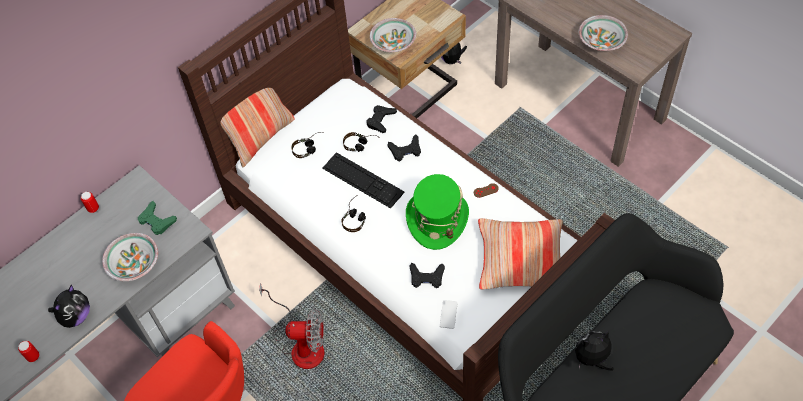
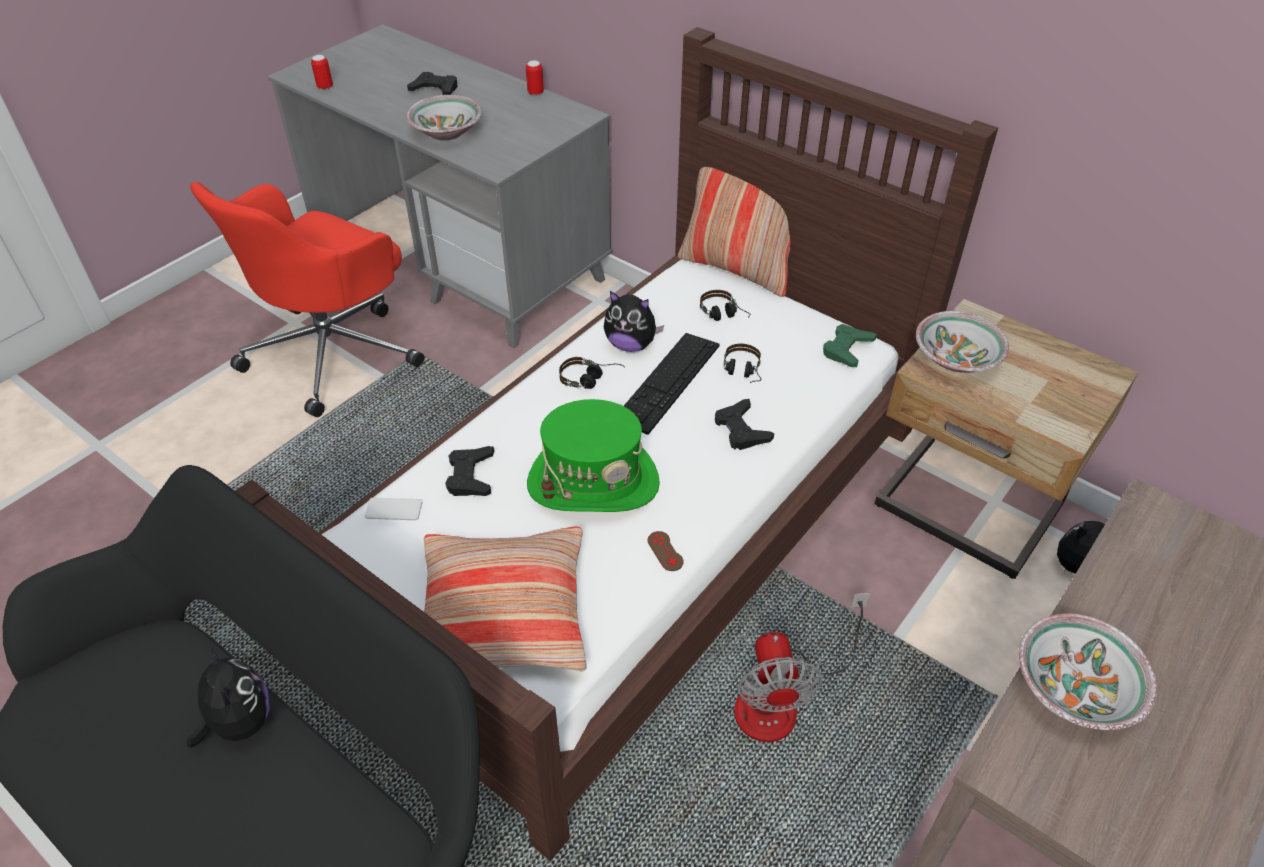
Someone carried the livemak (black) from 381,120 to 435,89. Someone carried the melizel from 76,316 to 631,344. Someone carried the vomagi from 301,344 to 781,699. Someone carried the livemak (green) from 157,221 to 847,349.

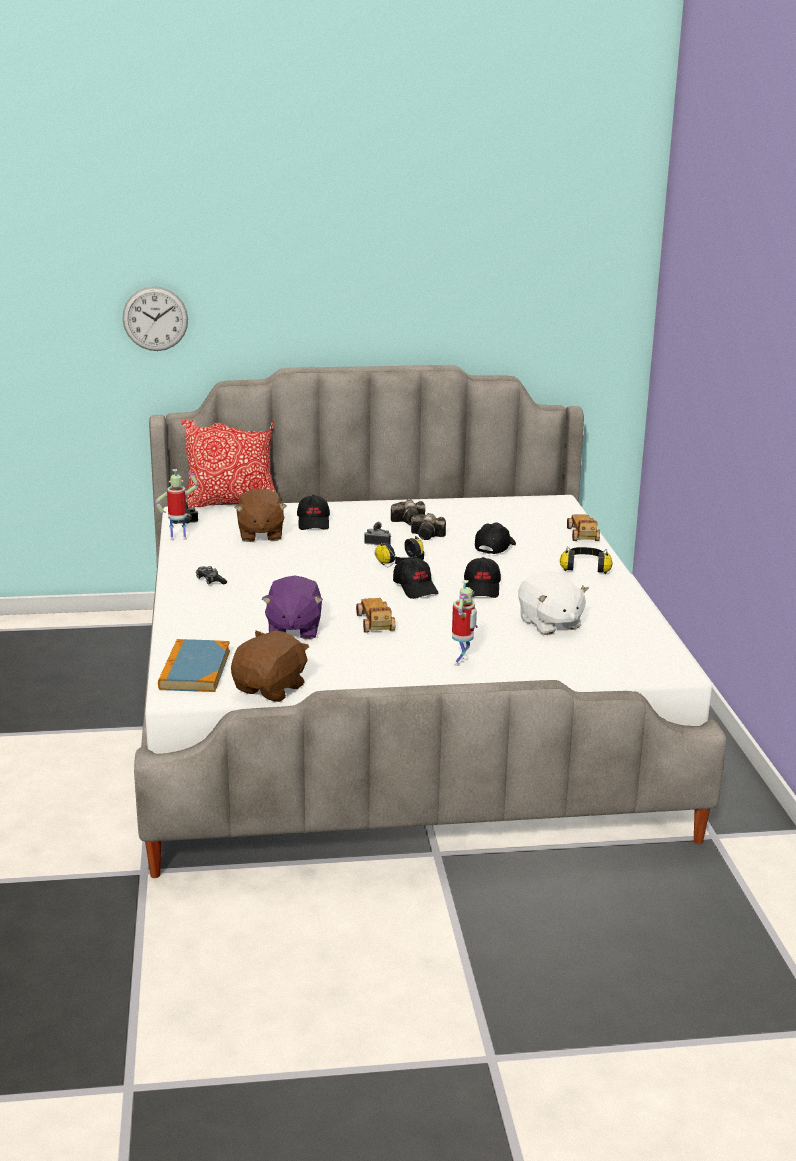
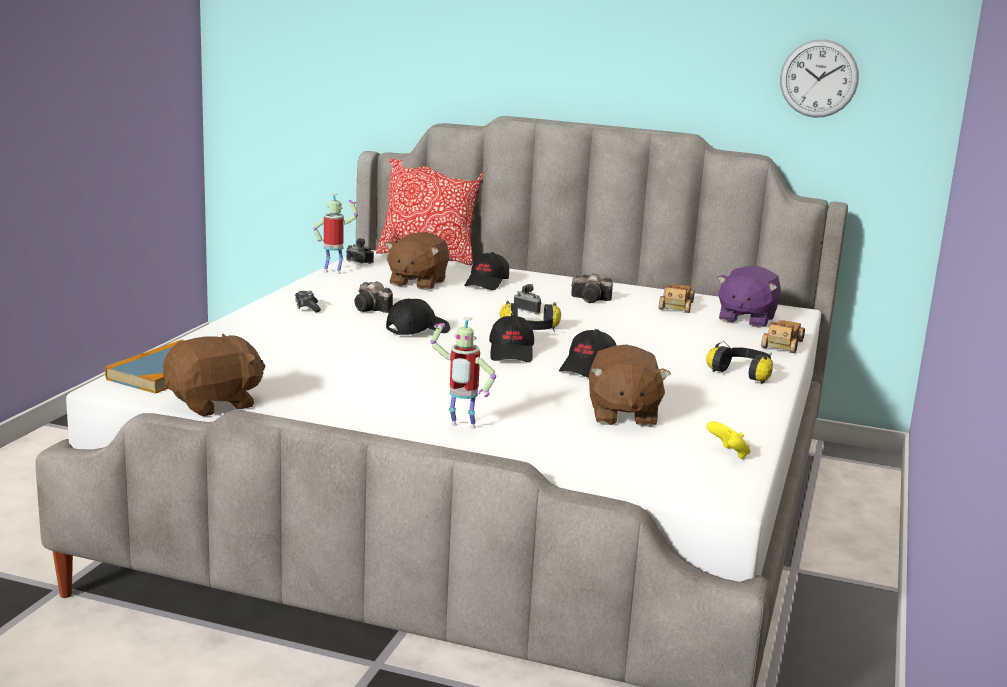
Someone carried the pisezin from 428,536 to 372,309. Someone carried the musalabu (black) from 494,547 to 417,330. Someone rotated the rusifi at 462,662 by 60 degrees clockwise. Someone repainted the melizel (white) at 549,624, which became the melizel (brown) at 622,415. Someone carried the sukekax from 375,623 to 676,306. Someone put down the livemak (yellow) at 728,454. Someone carried the melizel (purple) from 293,630 to 746,319. Someone carried the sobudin from 155,318 to 819,78.

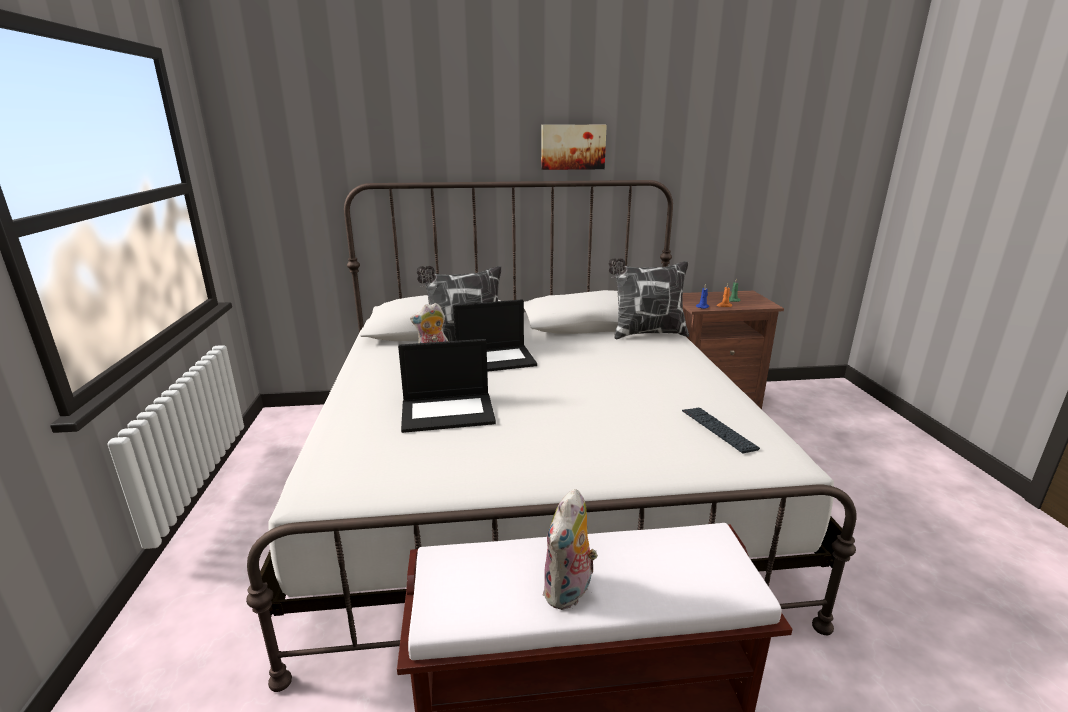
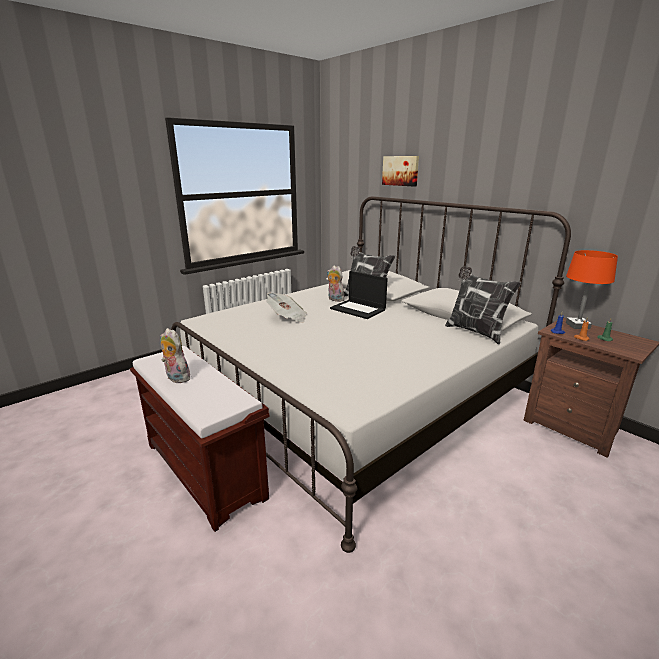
Someone rotated the melizel at 569,592 by 45 degrees clockwise. Someone swapped the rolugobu at 449,412 for the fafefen at 287,318. Someone carried the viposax from 572,147 to 401,170. Someone put down the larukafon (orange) at 577,326. Someone took away the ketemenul at 718,430.

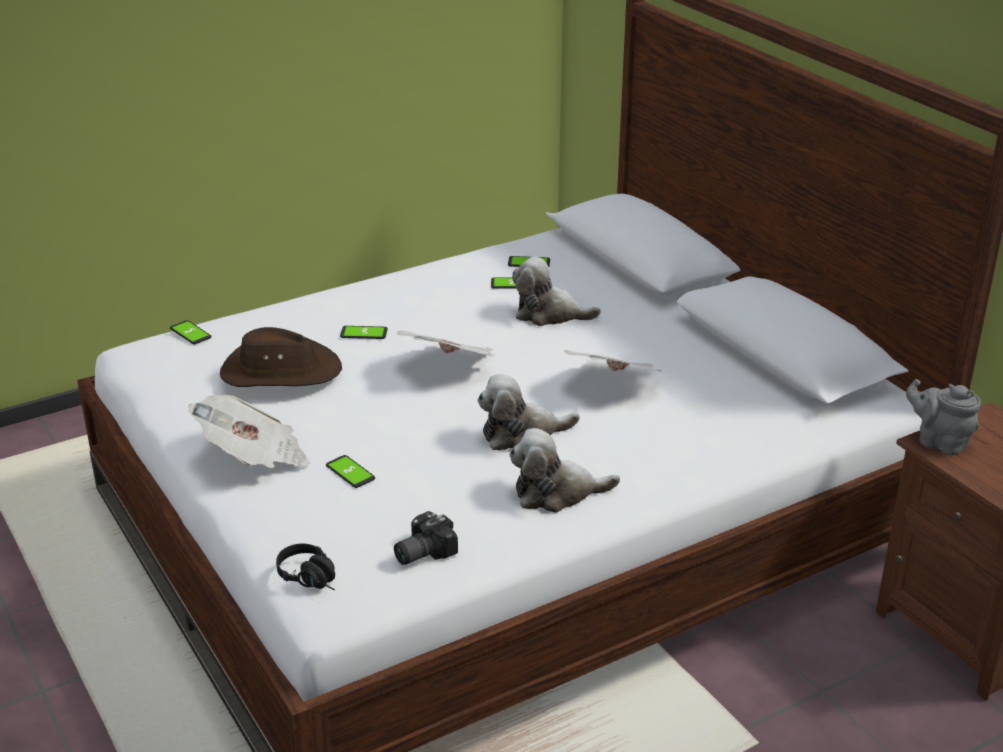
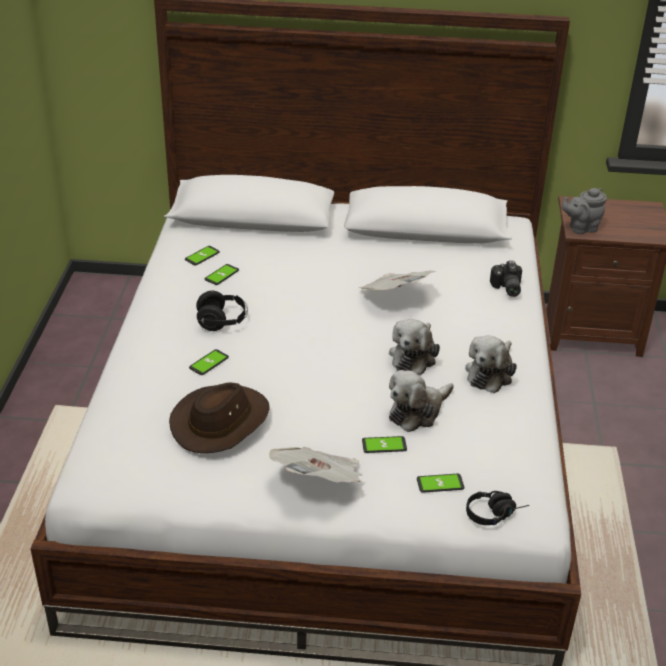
Someone put down the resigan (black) at 222,322. Someone carried the melizel from 549,314 to 417,411. Someone carried the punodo from 190,333 to 440,484. Someone carried the pisezin from 421,552 to 506,288. Someone took away the fafefen at 451,367.

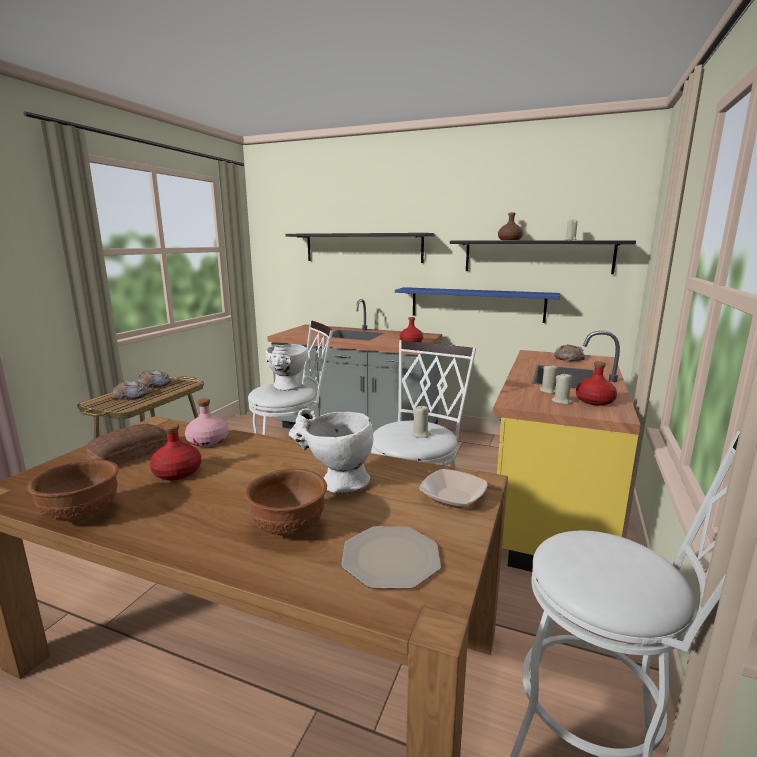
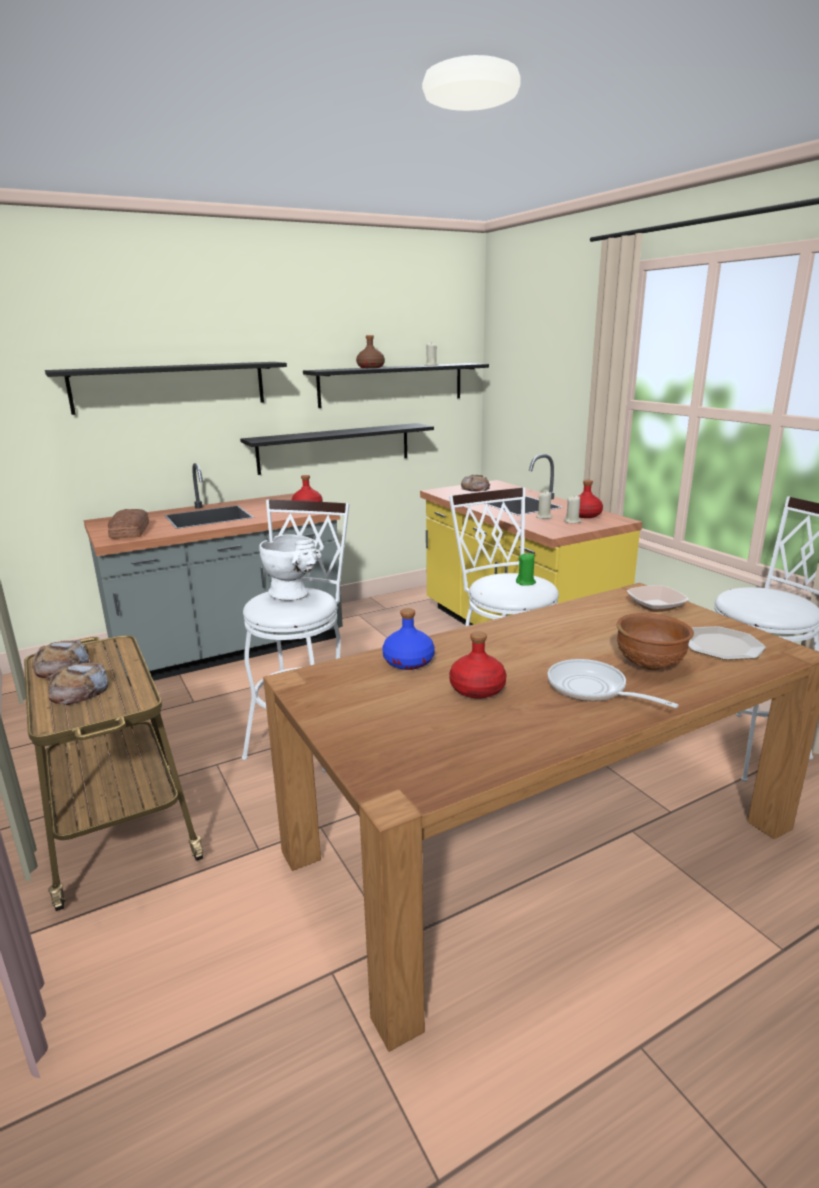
Someone carried the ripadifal from 129,454 to 129,531. Someone repainted the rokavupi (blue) at 476,304, which became the rokavupi (black) at 335,448. Someone repainted the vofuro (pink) at 207,441, which became the vofuro (blue) at 409,662. Someone repainted the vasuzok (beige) at 420,434, which became the vasuzok (green) at 526,582. Someone put down the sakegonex at 592,689. Someone took away the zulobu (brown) at 83,515. Someone took away the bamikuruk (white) at 335,484.

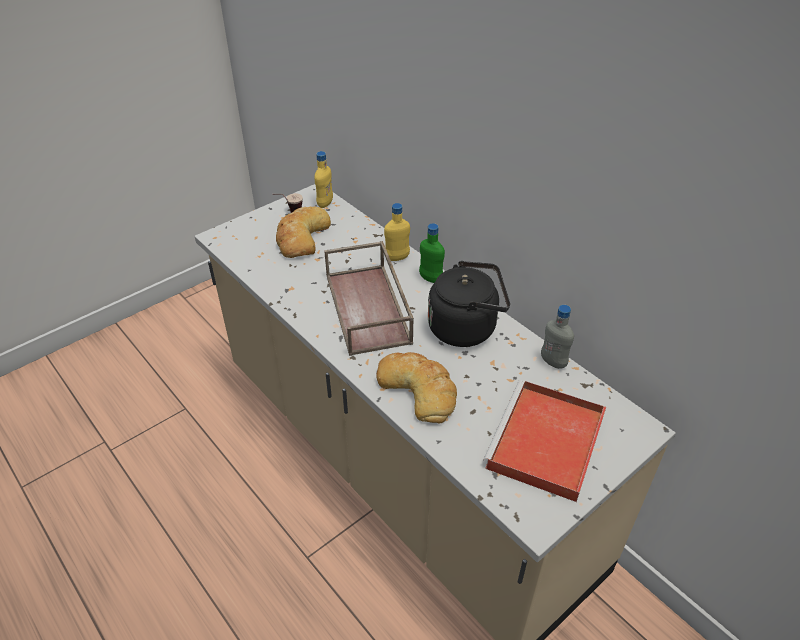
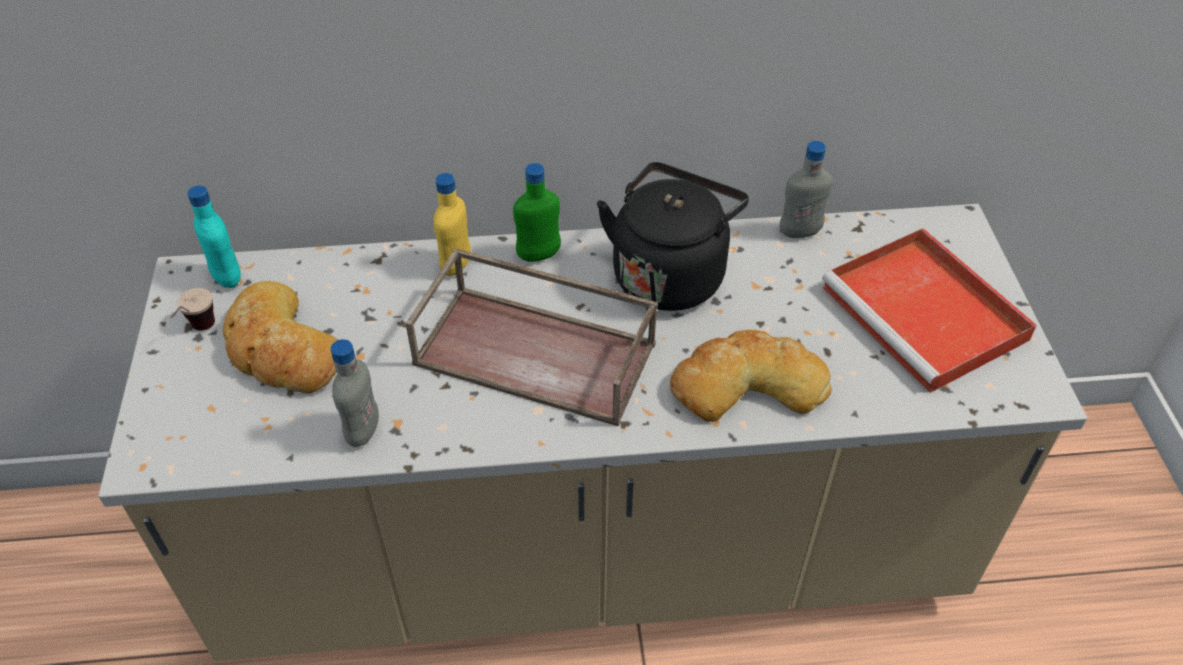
Someone repainted the vofuro (yellow) at 325,203, which became the vofuro (turquoise) at 227,277. Someone put down the vofuro (grey) at 363,431.

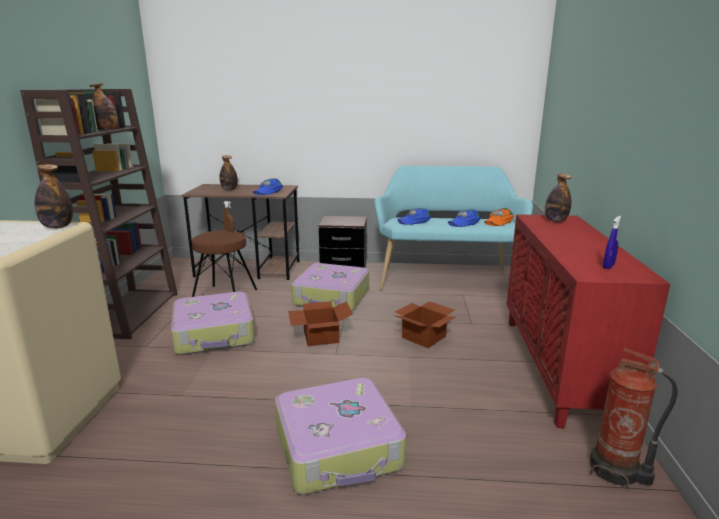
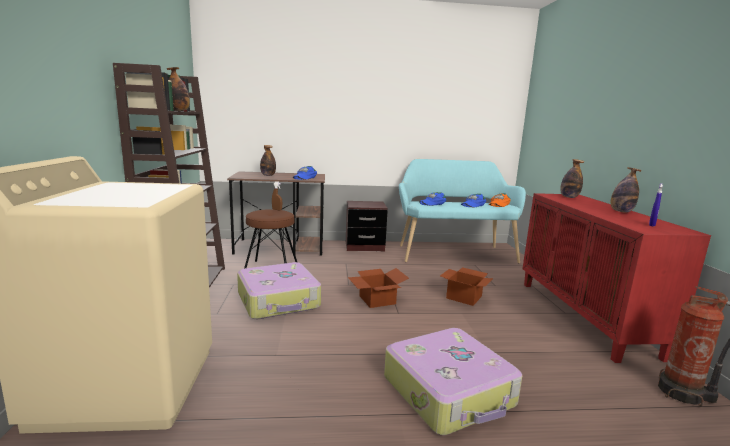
Someone carried the vofuro from 57,227 to 621,211. Someone took away the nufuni at 332,298.

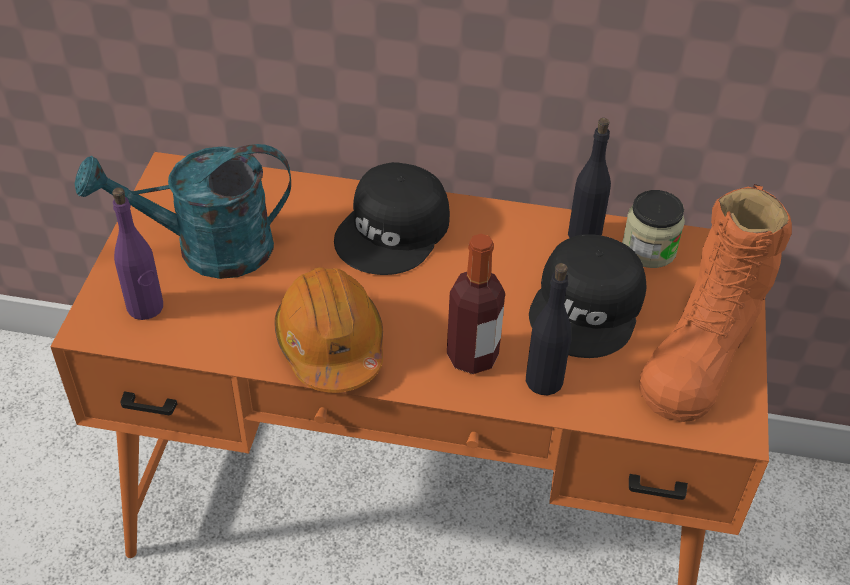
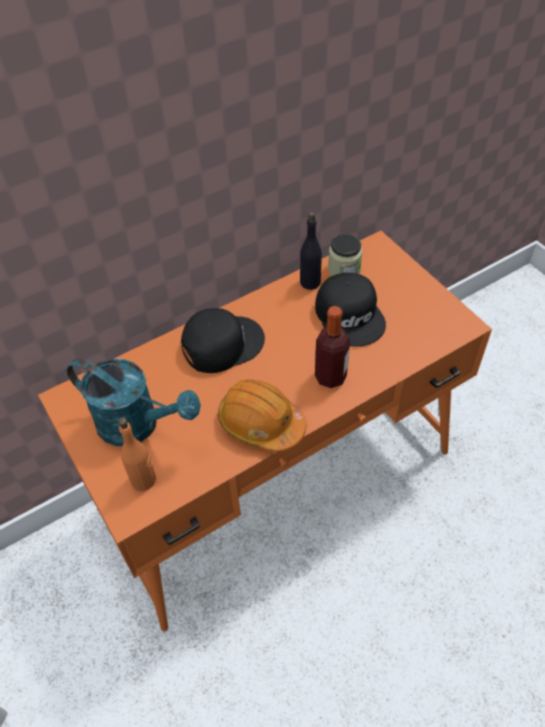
Someone rotated the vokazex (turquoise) at 207,249 by 105 degrees counterclockwise. Someone repainted the vofuro (purple) at 145,307, which became the vofuro (orange) at 144,480. Someone rotated the musalabu (black) at 394,230 by 105 degrees counterclockwise. Someone took away the vofuro (black) at 544,380. Someone took away the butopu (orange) at 701,350.

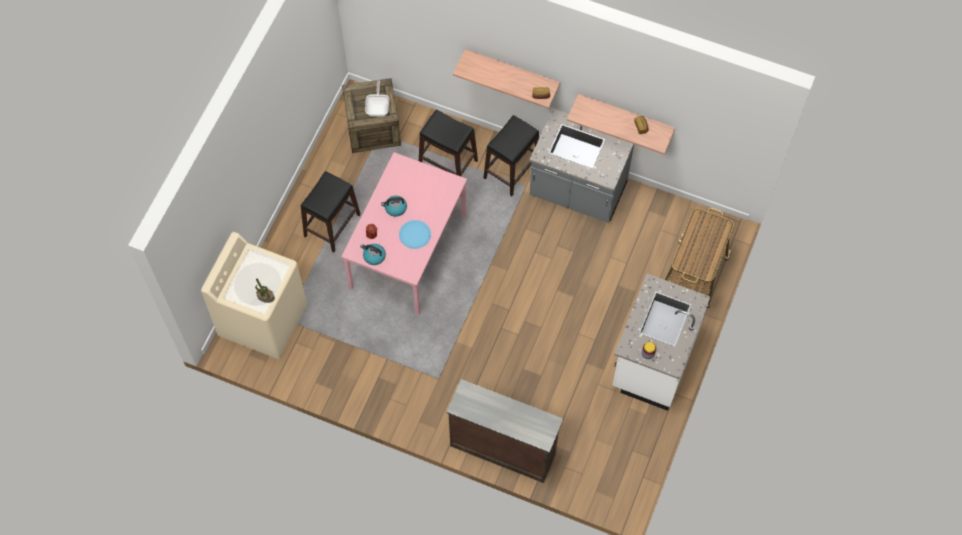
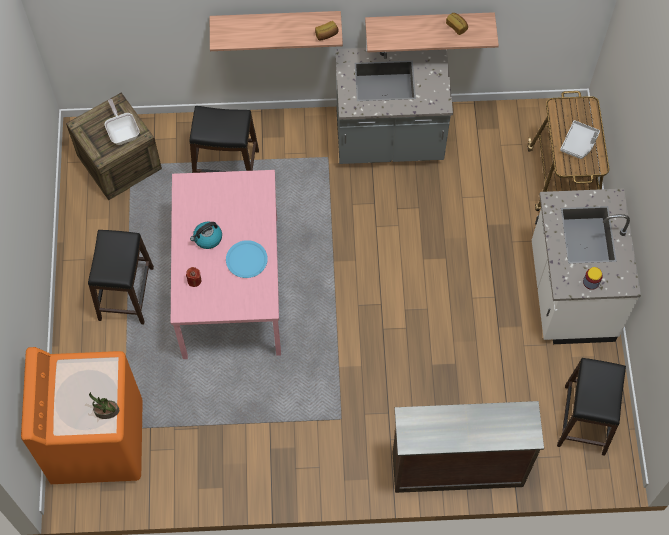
Someone repainted the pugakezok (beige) at 263,320, which became the pugakezok (orange) at 97,441. Someone carried the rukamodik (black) from 512,170 to 585,419. Someone put down the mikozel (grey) at 579,143. Someone took away the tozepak at 374,256.

